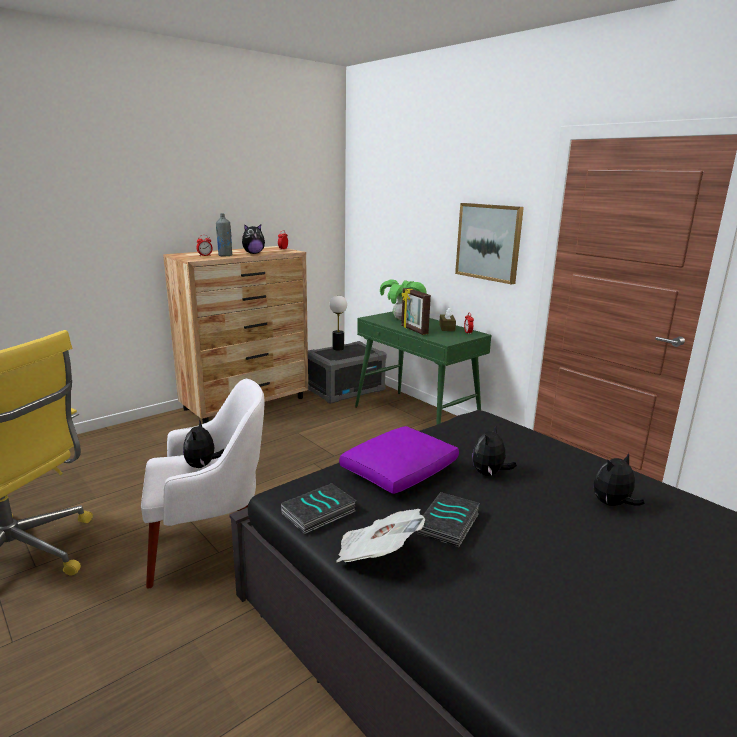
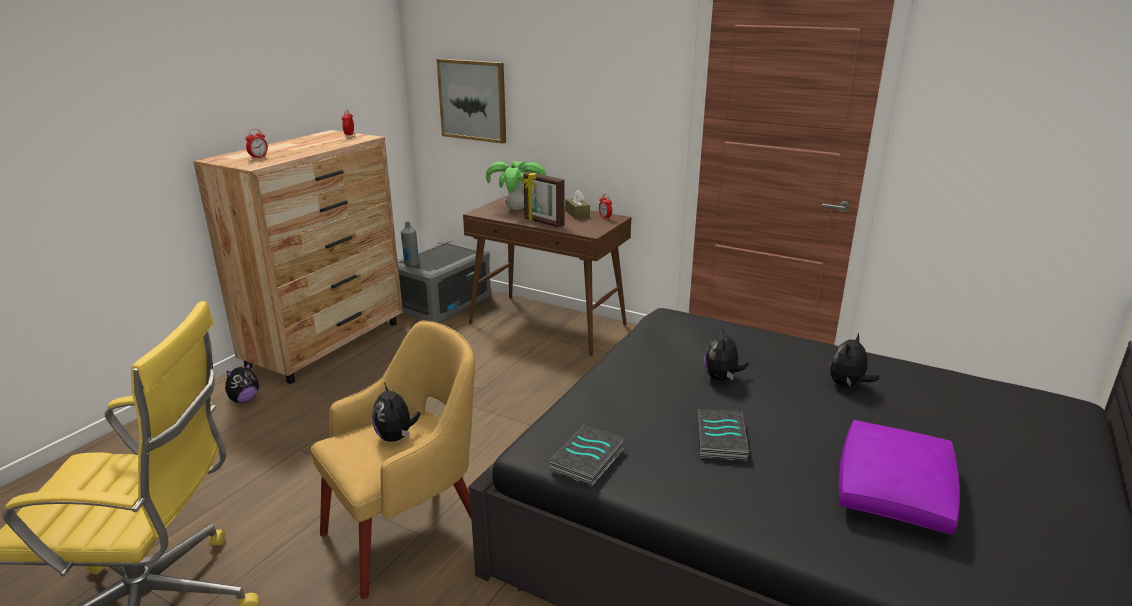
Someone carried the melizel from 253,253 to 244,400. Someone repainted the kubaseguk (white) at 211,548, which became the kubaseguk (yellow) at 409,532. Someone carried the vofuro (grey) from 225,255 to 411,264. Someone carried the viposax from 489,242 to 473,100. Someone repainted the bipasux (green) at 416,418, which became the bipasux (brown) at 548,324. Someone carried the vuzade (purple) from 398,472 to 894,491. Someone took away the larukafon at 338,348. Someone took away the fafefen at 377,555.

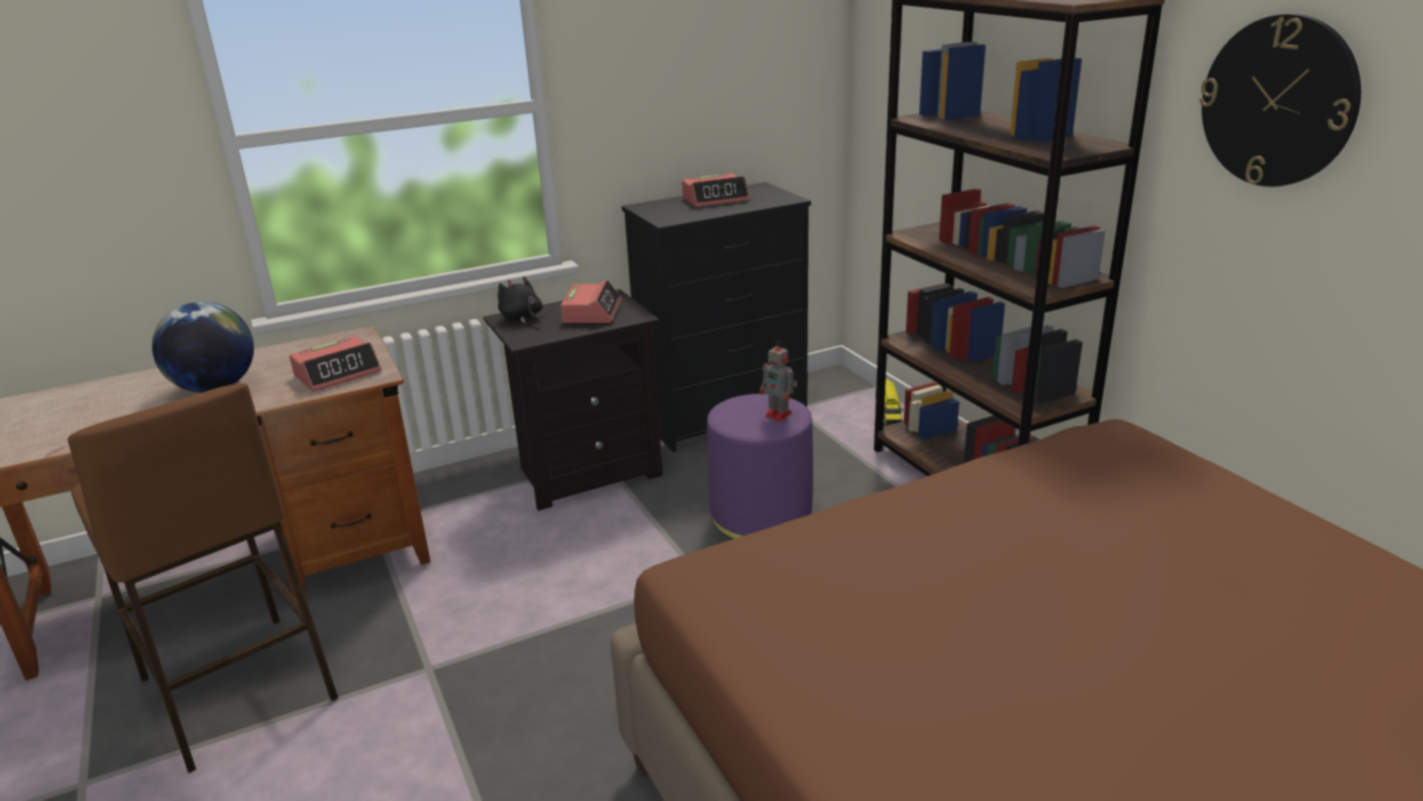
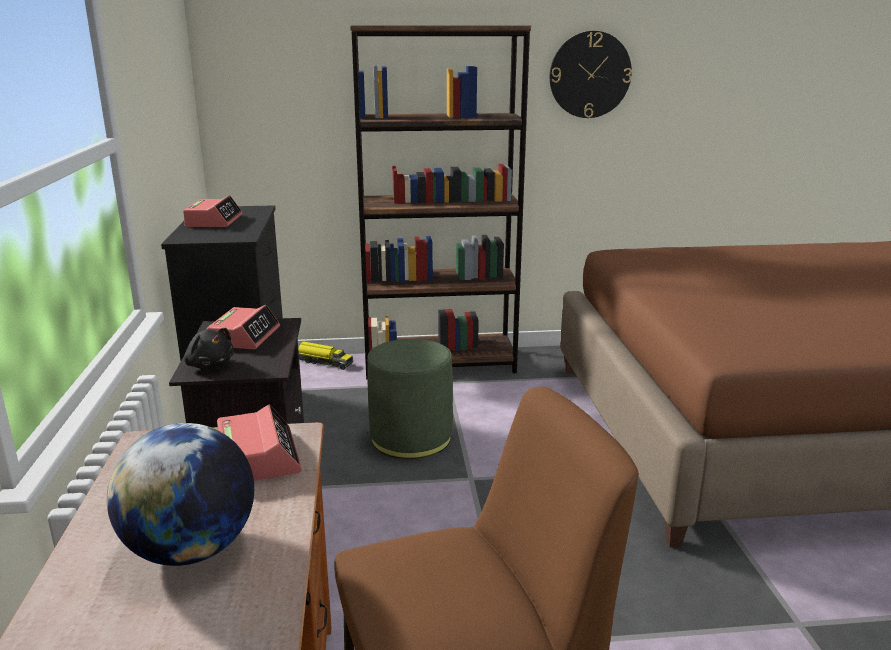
Someone rotated the melizel (black) at 522,318 by 120 degrees counterclockwise. Someone rotated the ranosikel at 592,312 by 75 degrees clockwise. Someone repainted the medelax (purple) at 761,516, which became the medelax (green) at 411,438. Someone took away the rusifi at 779,415.

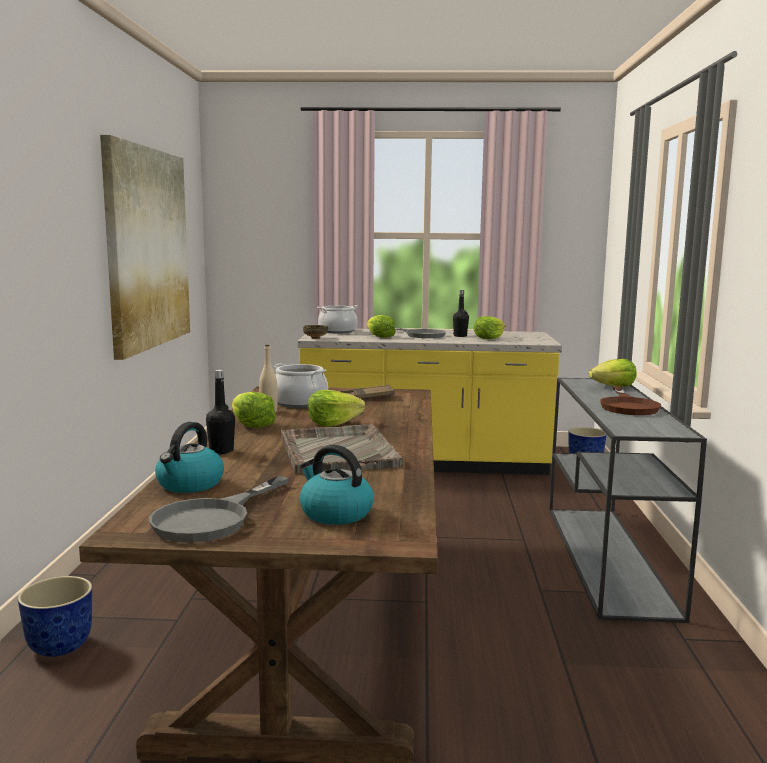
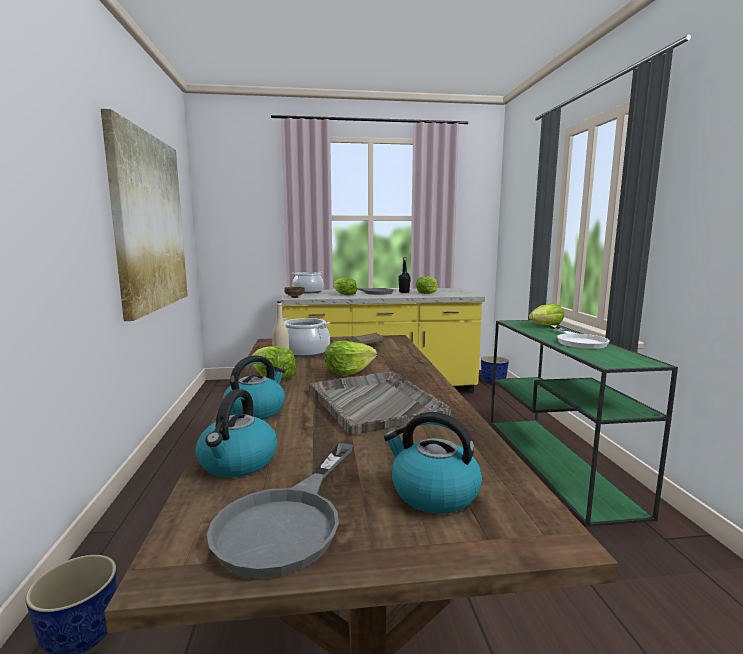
Someone swapped the vofuro (black) at 221,451 for the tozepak at 255,411. Someone repainted the bipasux (grey) at 608,558, which became the bipasux (green) at 557,463. Someone repainted the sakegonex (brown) at 628,406, which became the sakegonex (white) at 577,341.

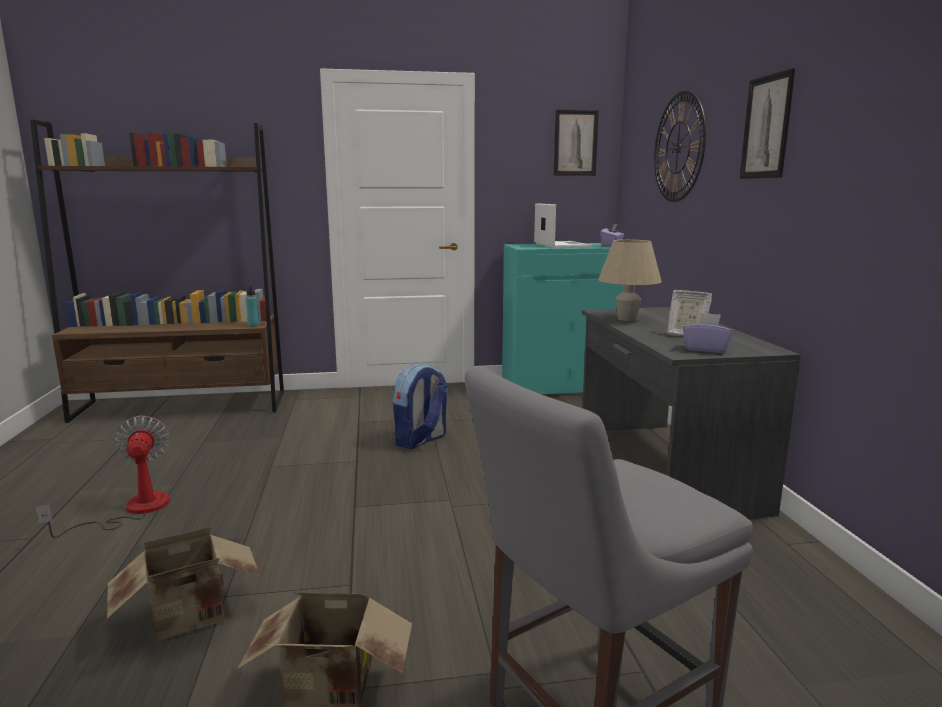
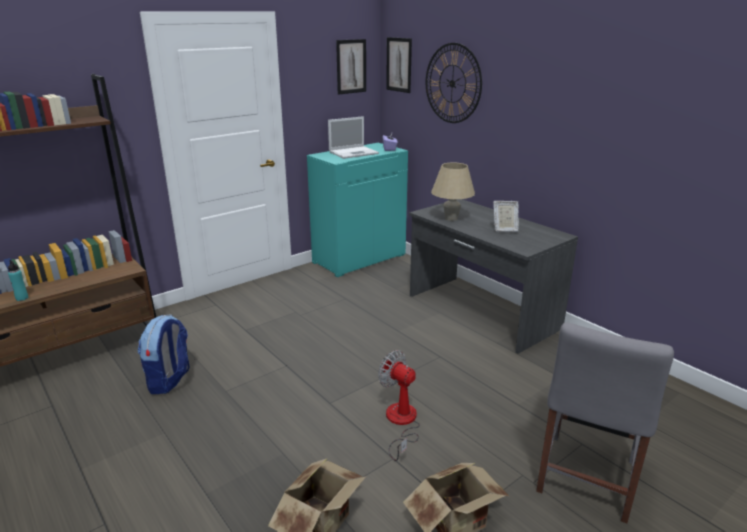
Someone carried the vofuro (turquoise) from 253,325 to 22,298. Someone carried the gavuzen from 420,440 to 170,380. Someone rotated the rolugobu at 561,245 by 105 degrees clockwise. Someone carried the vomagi from 132,510 to 401,422. Someone carried the viposax from 766,127 to 399,65. Someone took away the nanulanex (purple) at 706,349.

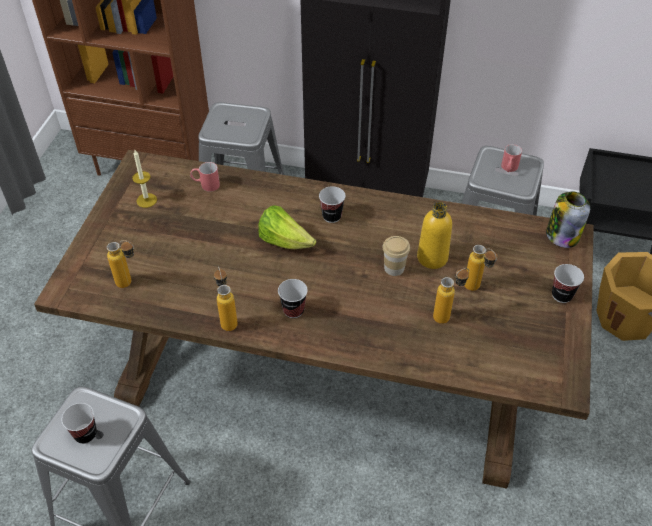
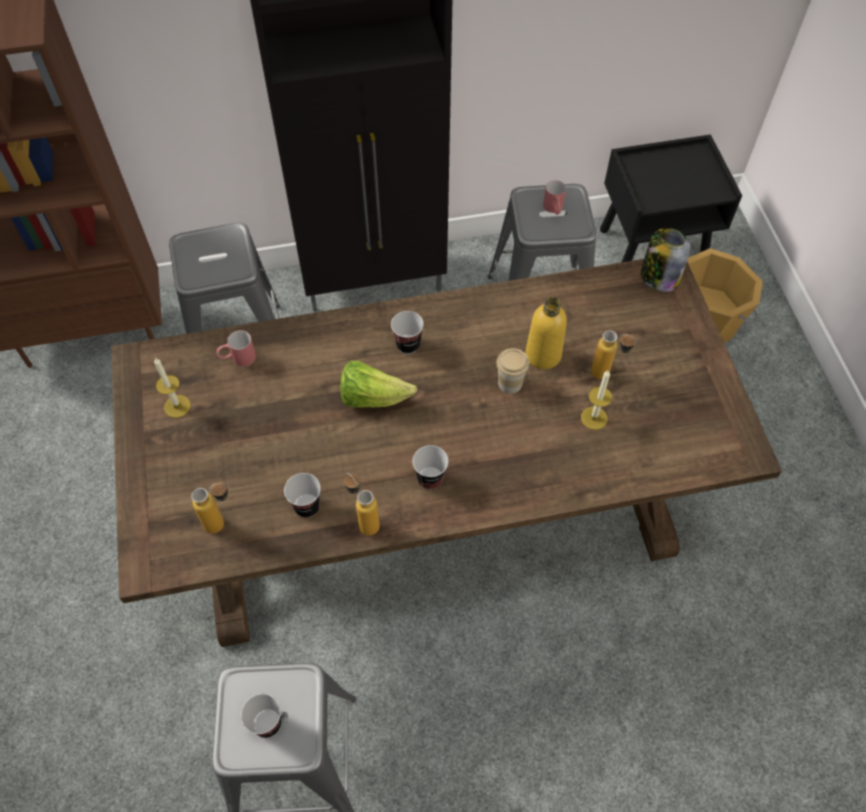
Someone carried the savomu from 562,295 to 307,506. Someone swapped the vofuro at 447,315 for the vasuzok at 594,418.

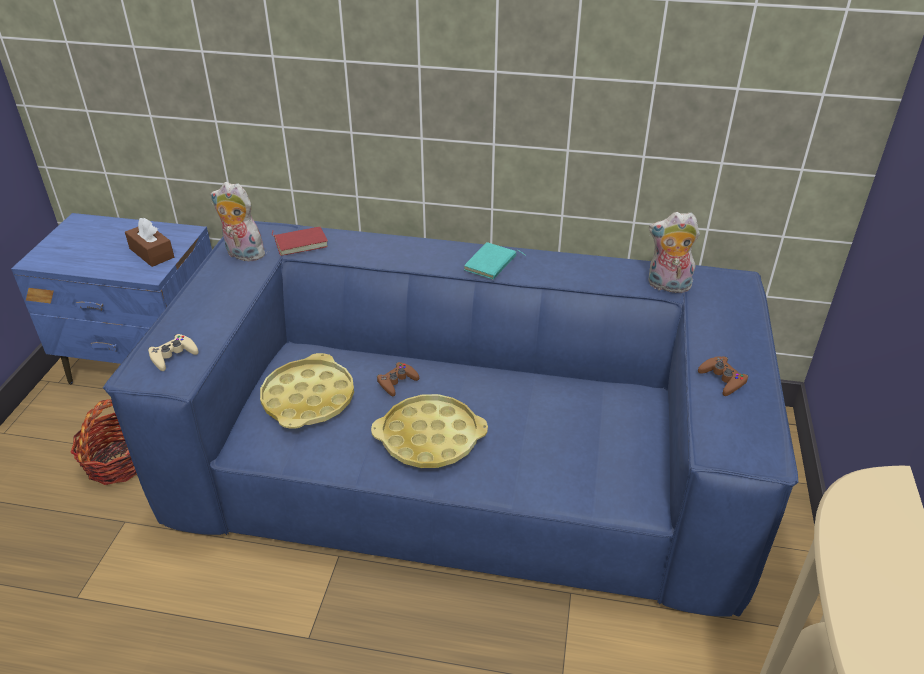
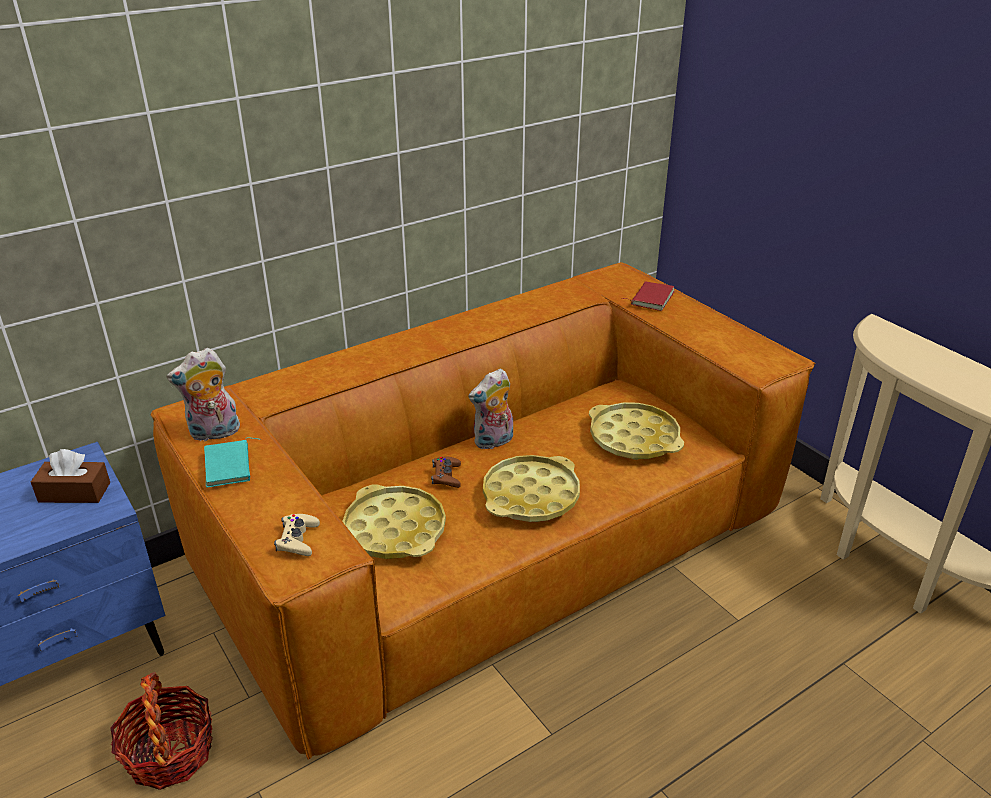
Someone repainted the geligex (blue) at 462,467, which became the geligex (brown) at 496,539. Someone carried the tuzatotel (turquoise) from 491,264 to 230,466. Someone carried the melizel from 667,286 to 493,442. Someone put down the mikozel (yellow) at 634,438. Someone carried the tuzatotel (red) from 301,242 to 651,298. Someone took away the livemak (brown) at 722,379.

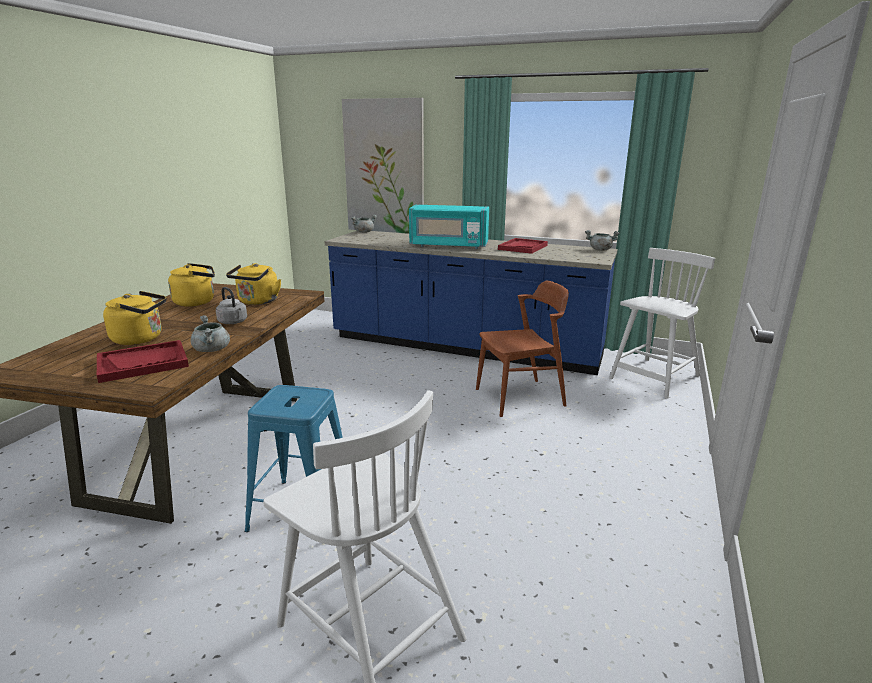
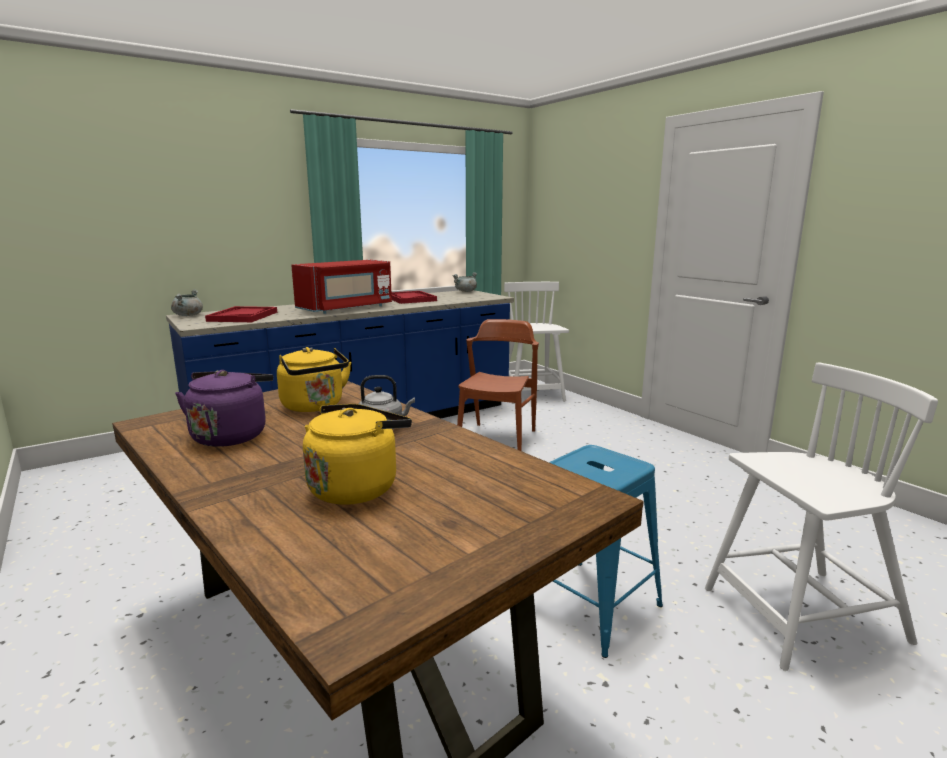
Someone repainted the tozepak (yellow) at 197,302, which became the tozepak (purple) at 231,435. Someone carried the mikozel (red) from 143,363 to 243,316. Someone repainted the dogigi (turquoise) at 448,246, which became the dogigi (red) at 346,308. Someone took away the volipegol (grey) at 212,350. Someone took away the viposax at 384,167.

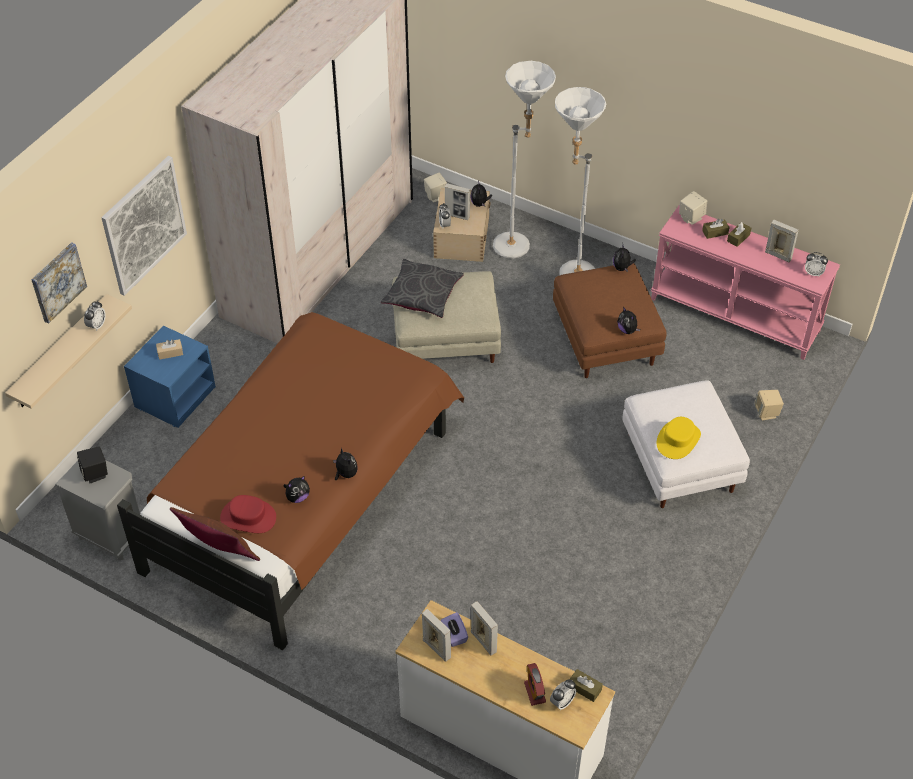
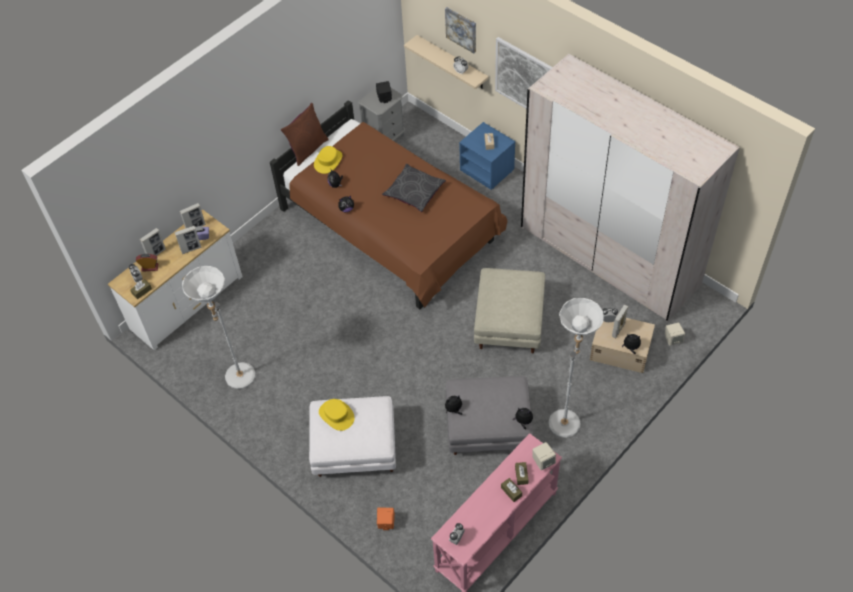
Someone carried the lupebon from 778,256 to 156,253. Someone carried the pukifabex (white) from 519,245 to 238,382. Someone repainted the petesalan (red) at 248,517, which became the petesalan (yellow) at 328,161. Someone repainted the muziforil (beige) at 766,413, which became the muziforil (orange) at 386,523. Someone carried the vuzade (grey) from 422,295 to 414,192. Someone repainted the medelax (brown) at 606,340, which became the medelax (grey) at 487,428.

